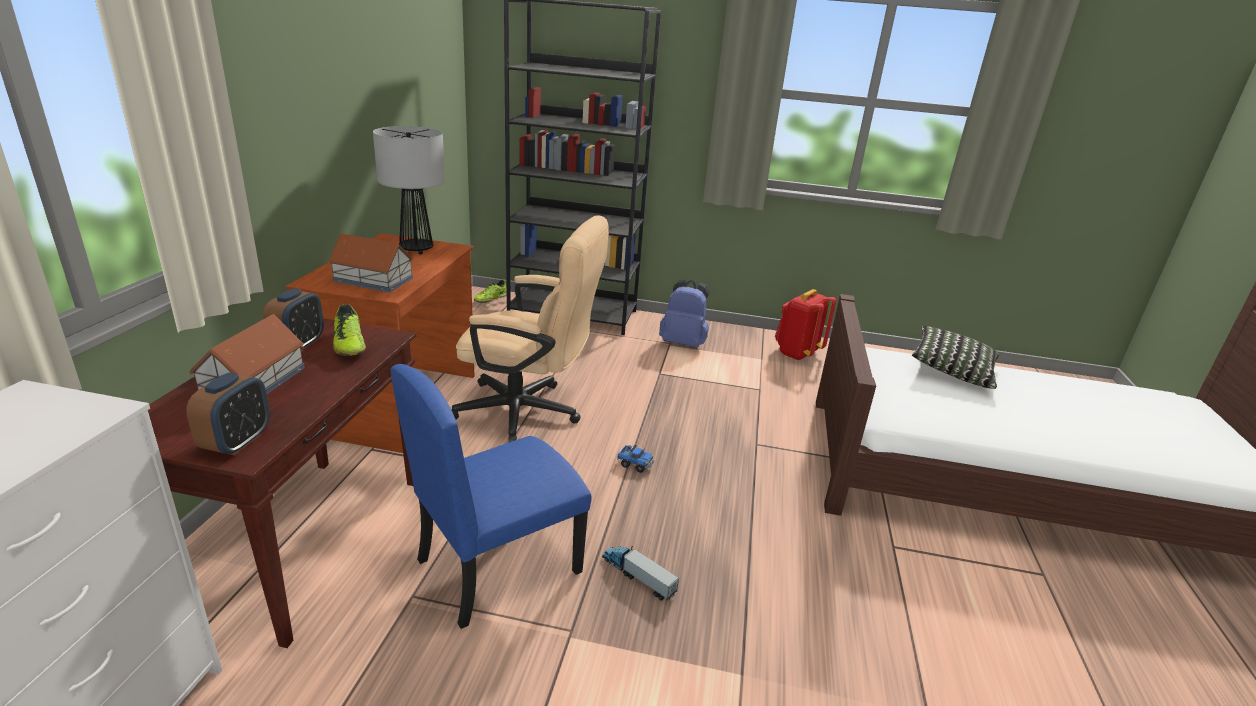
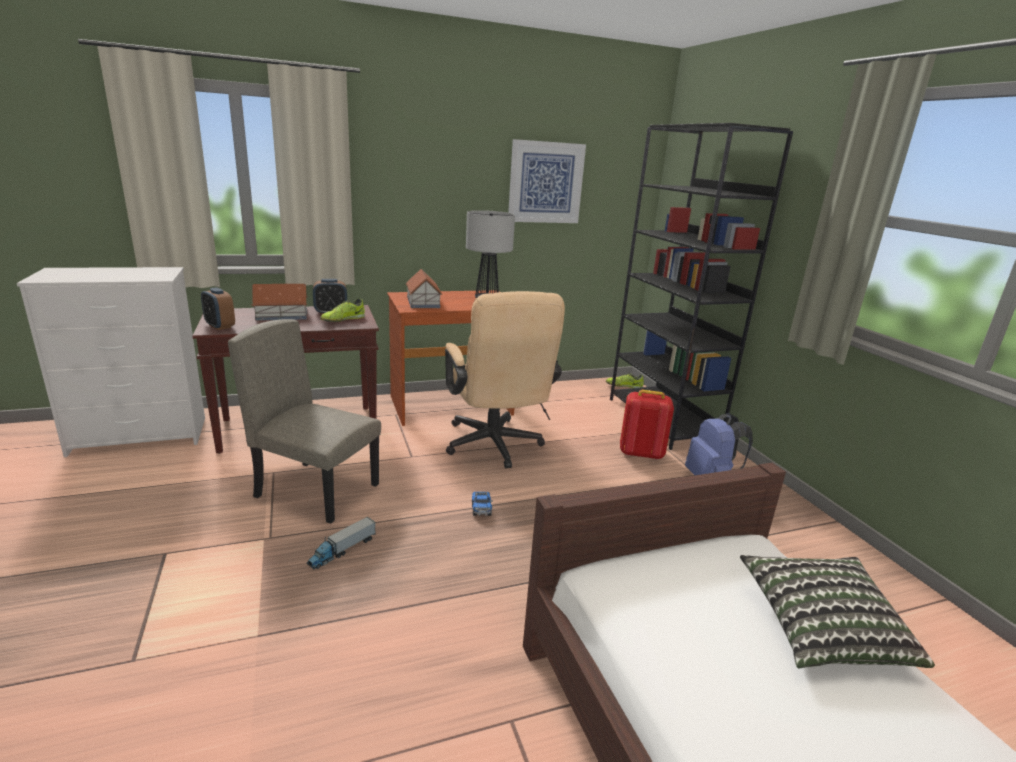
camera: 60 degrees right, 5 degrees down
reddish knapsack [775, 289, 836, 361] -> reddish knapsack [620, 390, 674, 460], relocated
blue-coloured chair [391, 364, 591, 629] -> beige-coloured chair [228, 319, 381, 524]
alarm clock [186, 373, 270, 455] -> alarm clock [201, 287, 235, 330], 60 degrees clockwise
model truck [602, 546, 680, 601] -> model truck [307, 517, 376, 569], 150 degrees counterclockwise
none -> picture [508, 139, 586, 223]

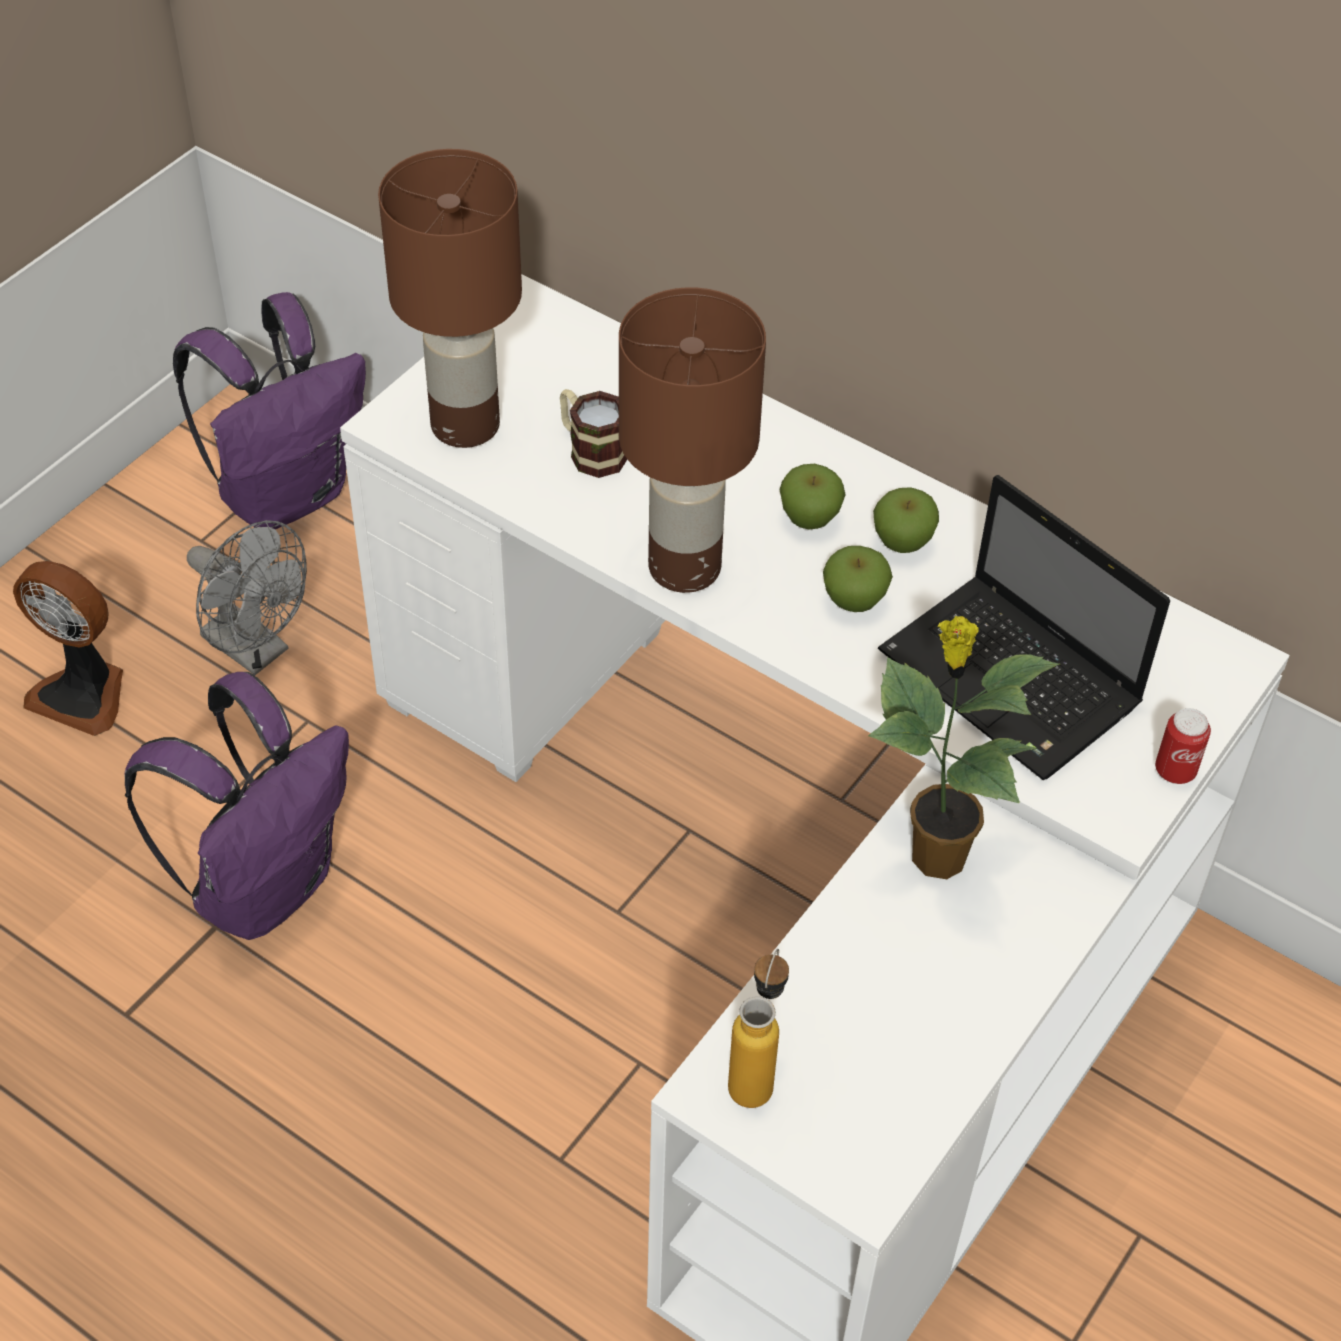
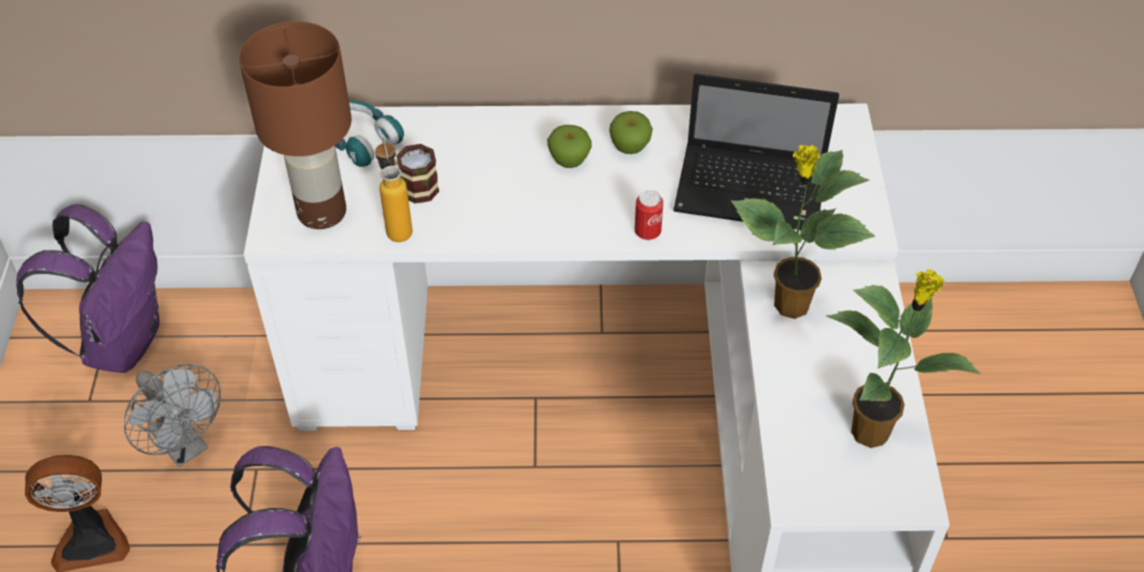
camera: 35 degrees left, 0 degrees up
brown table lamp [619, 287, 766, 593] -> none
greyish cooling fan [187, 520, 307, 675] -> greyish cooling fan [124, 364, 221, 467], 45 degrees clockwise
whole apple [823, 546, 893, 612] -> none
metal can [1155, 708, 1211, 784] -> metal can [634, 190, 663, 240], relocated
drink bottle [728, 949, 789, 1108] -> drink bottle [375, 138, 413, 242], relocated
none -> blue-green headphones [335, 100, 404, 167]
none -> plant in a pot [826, 269, 981, 448]

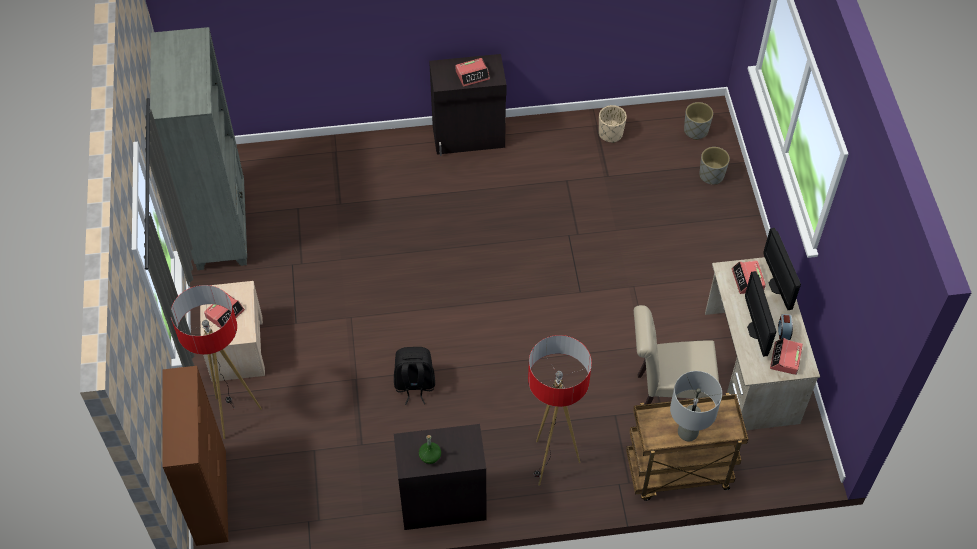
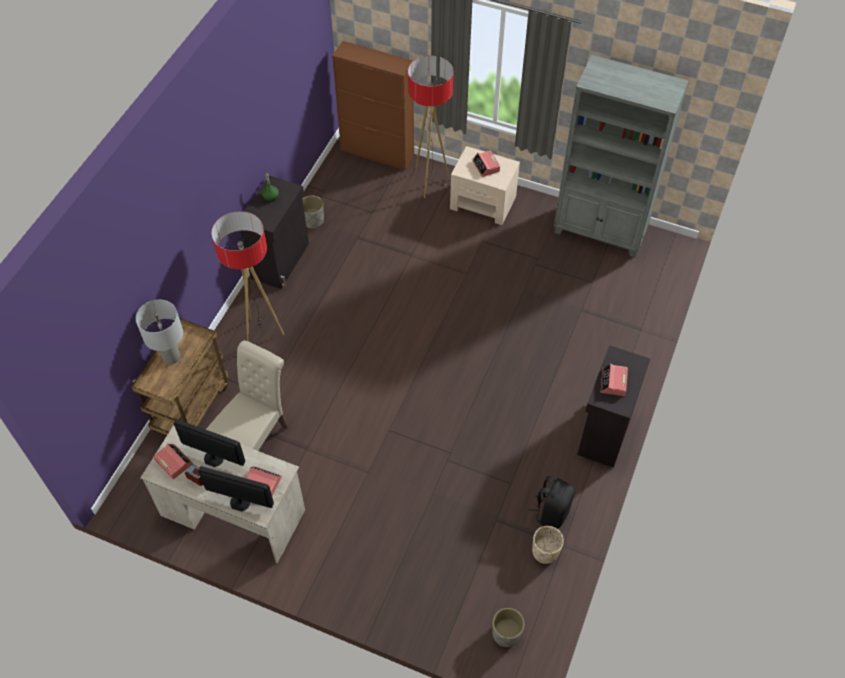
camera: 120 degrees right, 0 degrees up
greyish flower pot [699, 147, 730, 185] -> greyish flower pot [303, 196, 324, 229], relocated
black-coloured knapsack [394, 347, 435, 405] -> black-coloured knapsack [529, 476, 575, 529], relocated

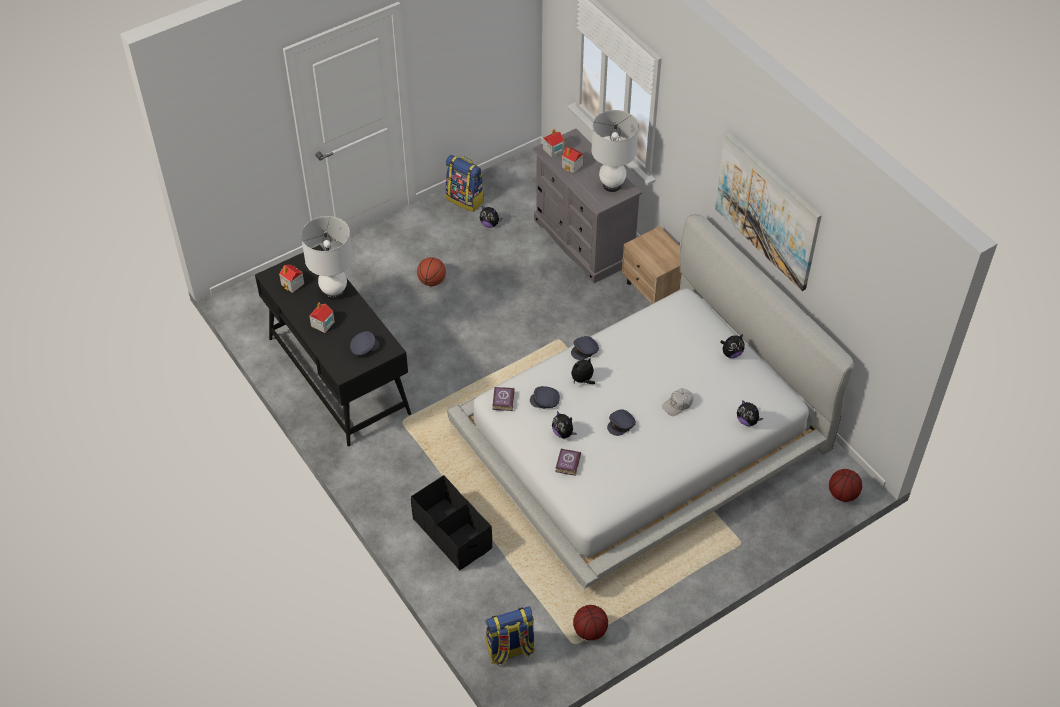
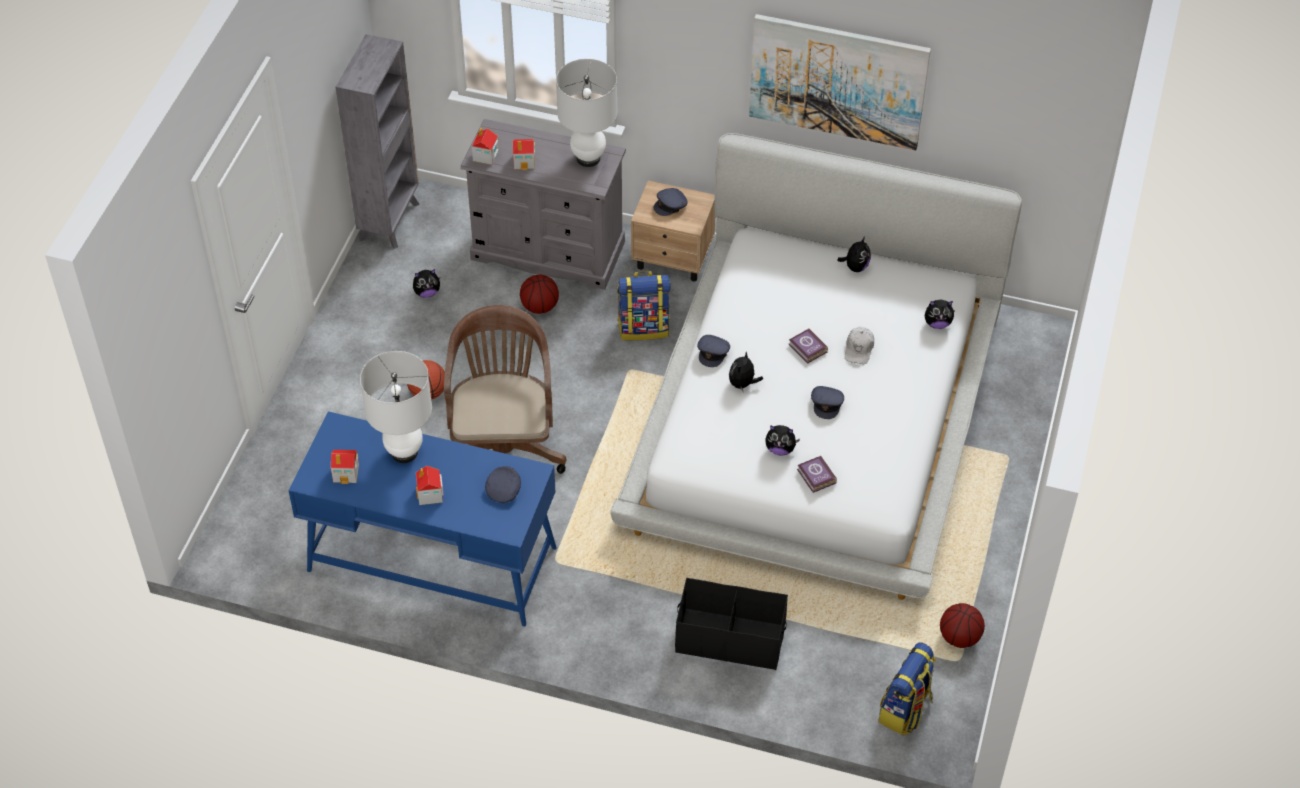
camera: 40 degrees left, 0 degrees up
knapsack [445, 155, 484, 212] -> knapsack [617, 271, 671, 341], relocated
black-coloured desk table [255, 245, 411, 447] -> blue-coloured desk table [288, 411, 557, 627]
greyish baseball cap [530, 386, 560, 409] -> greyish baseball cap [654, 188, 688, 216], relocated
volume [493, 387, 515, 411] -> volume [789, 328, 828, 364], relocated
basketball [829, 469, 862, 502] -> basketball [520, 275, 559, 314], relocated
none -> greyish bookshelf [336, 34, 420, 249]
none -> brown desk chair [444, 305, 566, 474]

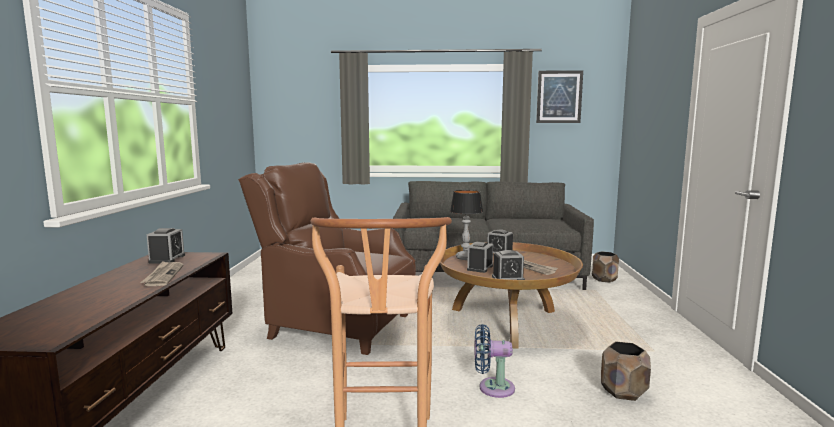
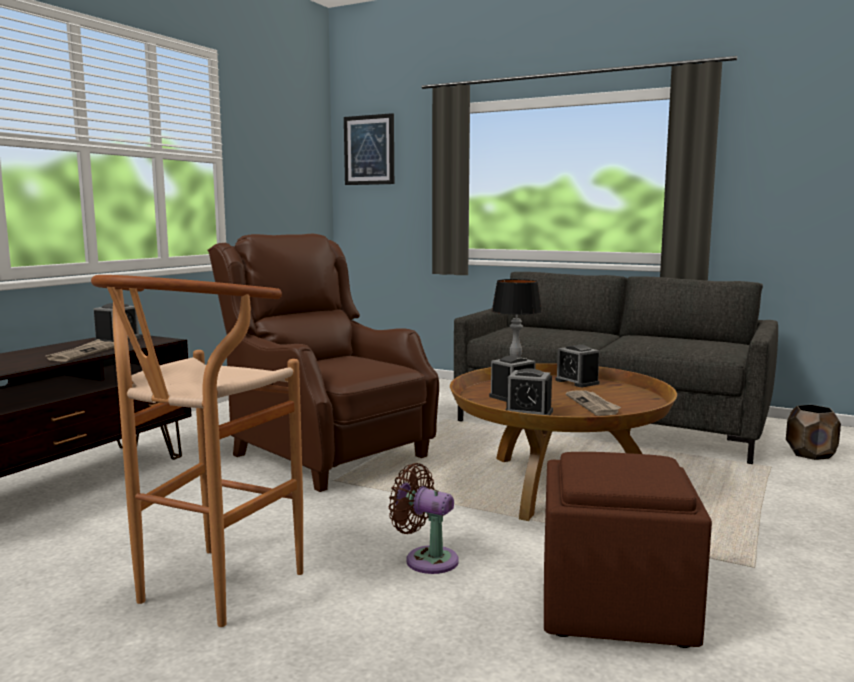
camera: 25 degrees right, 0 degrees up
picture [536, 70, 583, 123] -> picture [344, 113, 394, 185], relocated
blue-coloured cooling fan [474, 324, 515, 398] -> brown cooling fan [389, 463, 459, 574]
brown flower pot [601, 341, 651, 401] -> brown pouffe [544, 452, 712, 648]

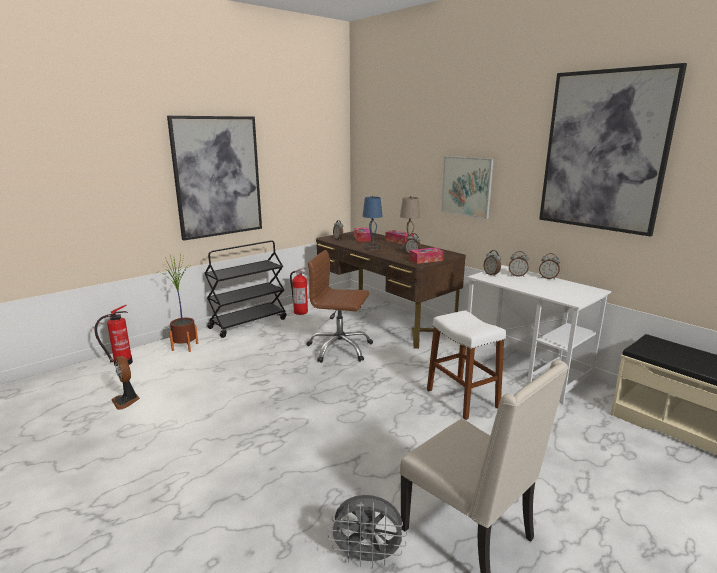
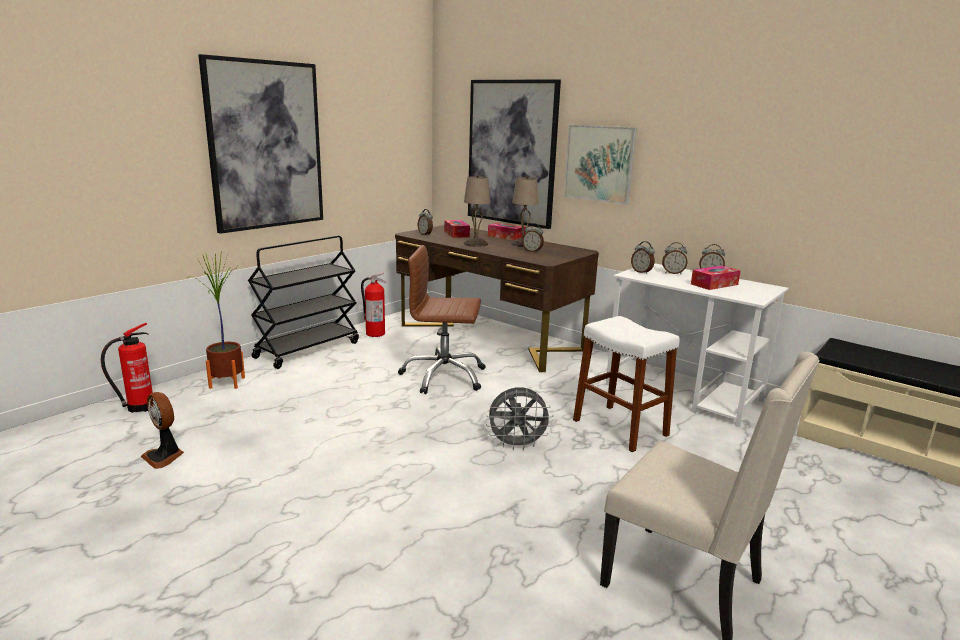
camera: 10 degrees left, 0 degrees up
picture [539, 63, 687, 237] -> picture [468, 79, 561, 229], relocated
blue-coloured table lamp [363, 196, 383, 250] -> beige-coloured table lamp [464, 175, 490, 247]
tissue holder [409, 247, 444, 264] -> tissue holder [691, 265, 741, 290], relocated
greyish cooling fan [327, 495, 407, 568] -> greyish cooling fan [486, 387, 553, 450], relocated

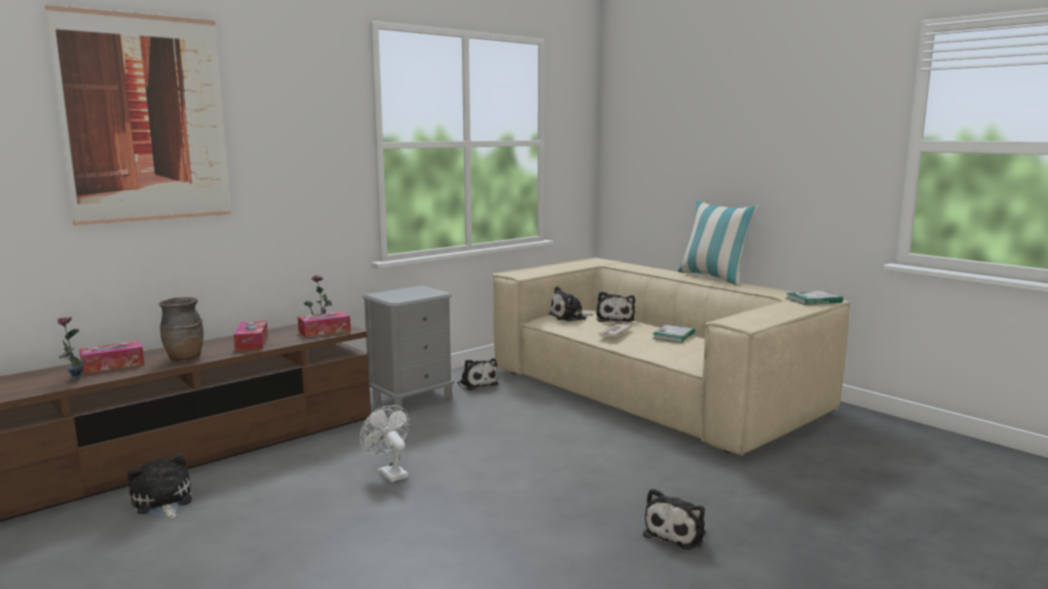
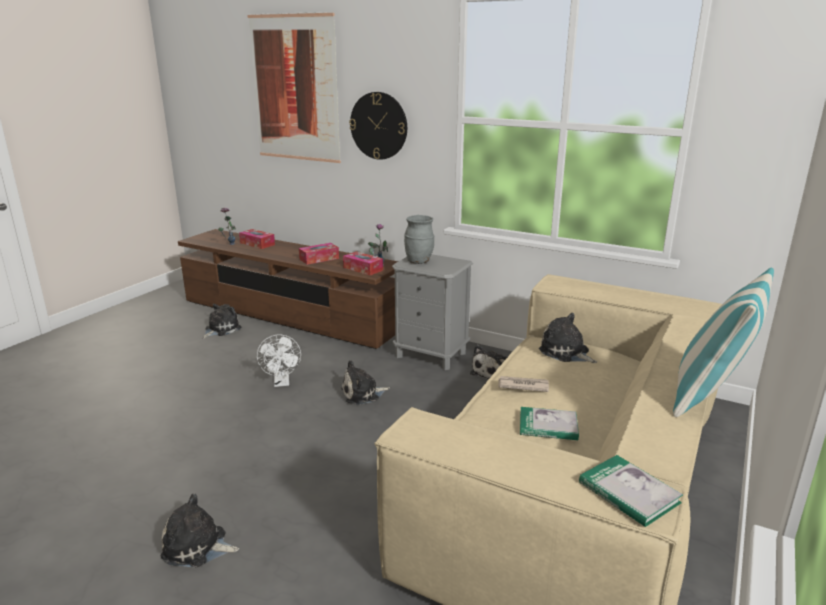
camera: 70 degrees right, 10 degrees up
soft toy [596, 291, 635, 322] -> soft toy [341, 360, 390, 405], relocated
brown decorative vase [159, 297, 203, 360] -> none
whitish cooling fan [360, 405, 410, 482] -> whitish cooling fan [257, 334, 301, 387], 135 degrees clockwise
none -> wall clock [349, 92, 407, 160]
none -> greyish decorative vase [404, 215, 434, 264]

